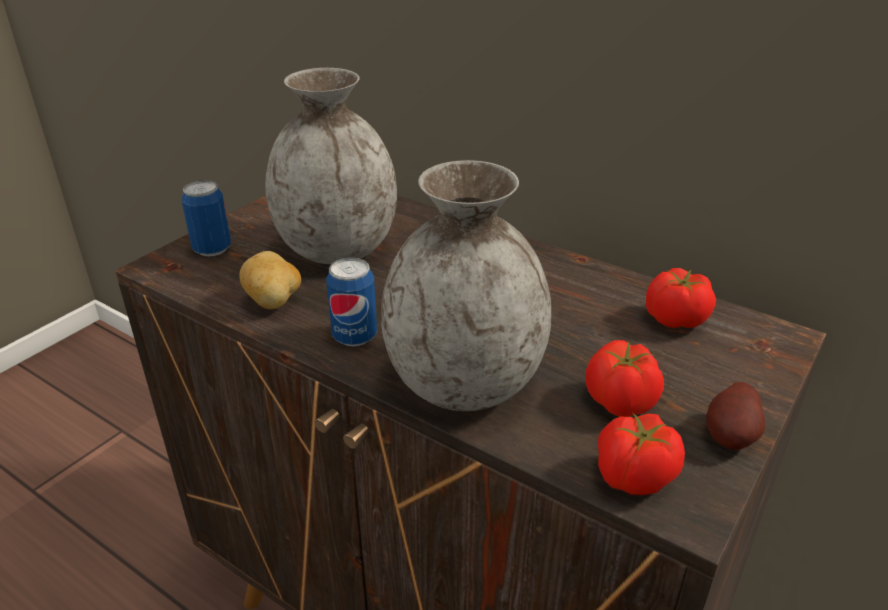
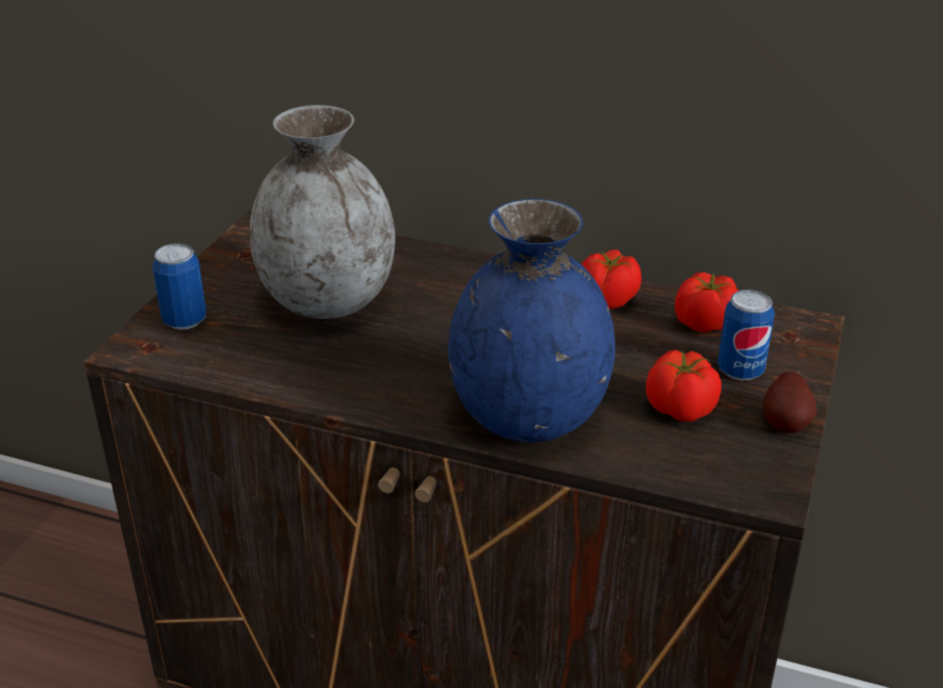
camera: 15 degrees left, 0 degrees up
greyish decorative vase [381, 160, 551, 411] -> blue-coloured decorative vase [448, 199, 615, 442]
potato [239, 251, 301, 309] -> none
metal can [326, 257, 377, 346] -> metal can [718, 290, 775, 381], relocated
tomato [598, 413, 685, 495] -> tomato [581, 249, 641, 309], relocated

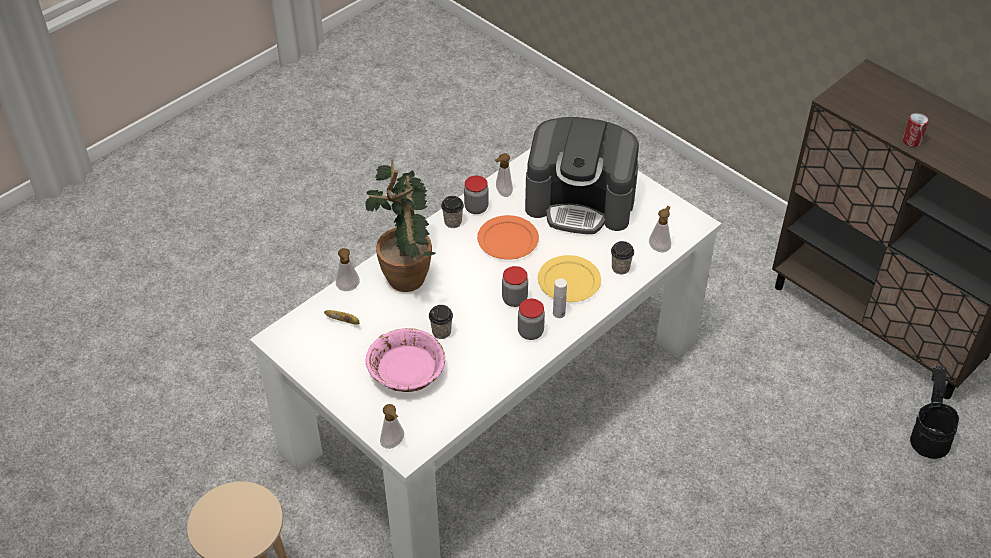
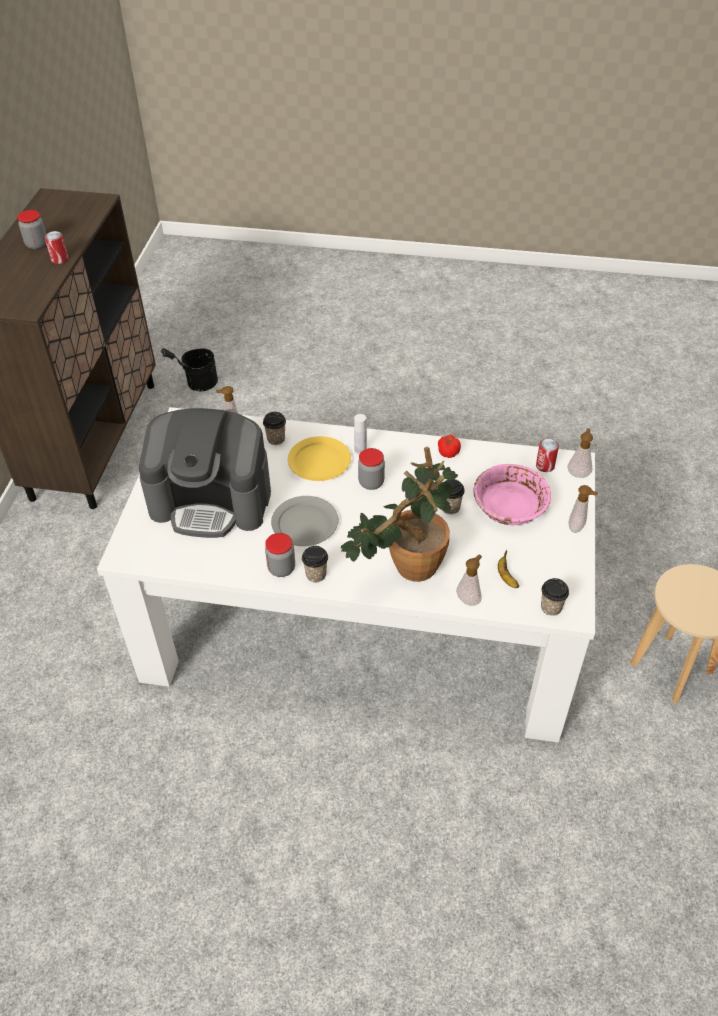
camera: 125 degrees left, 0 degrees up
coffee brewer [525, 117, 639, 234] -> coffee brewer [139, 408, 271, 538], 120 degrees clockwise
soap bottle [495, 153, 513, 197] -> soap bottle [568, 485, 598, 533], relocated
orange dinner plate [477, 215, 539, 260] -> greyish dinner plate [271, 496, 339, 546]
storage jar [518, 299, 545, 340] -> storage jar [17, 210, 46, 250], relocated
none -> tomato [438, 435, 461, 458]
none -> metal can [536, 439, 559, 472]
none -> cup [541, 578, 569, 616]

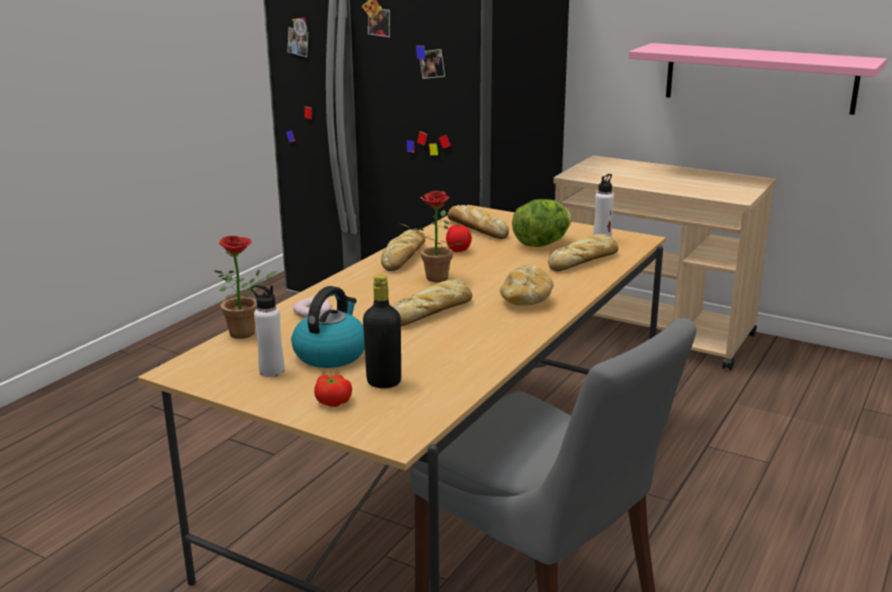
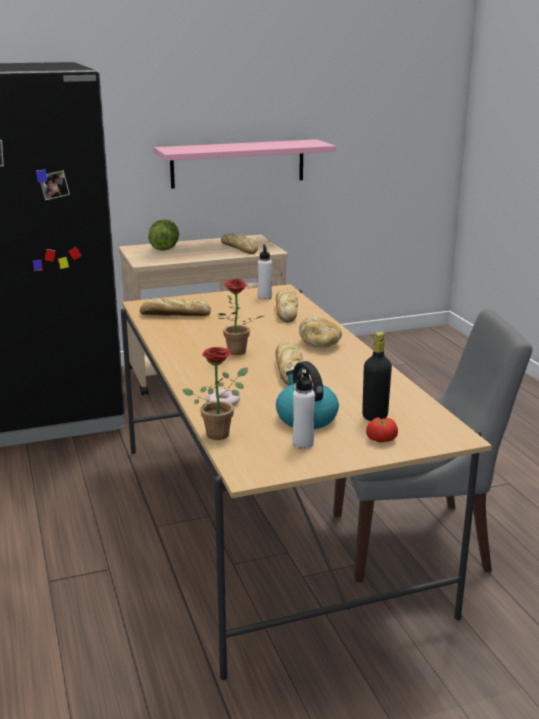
camera: 50 degrees left, 0 degrees up
head of lettuce [512, 199, 572, 247] -> head of lettuce [148, 219, 179, 251], relocated
tomato [446, 224, 472, 252] -> none
bread [381, 229, 425, 271] -> bread [221, 233, 258, 254], relocated

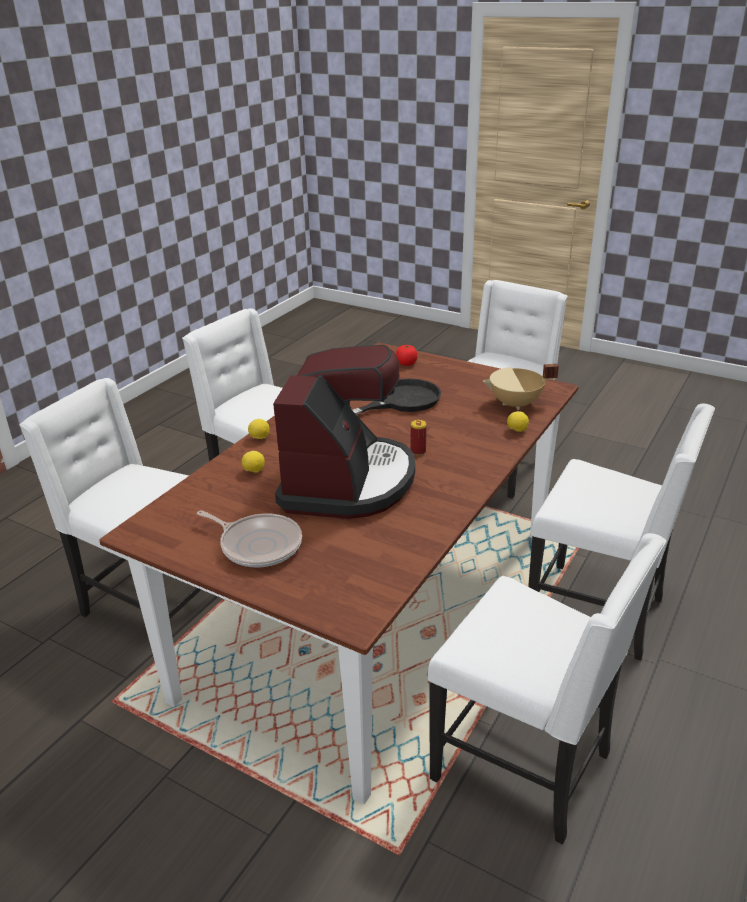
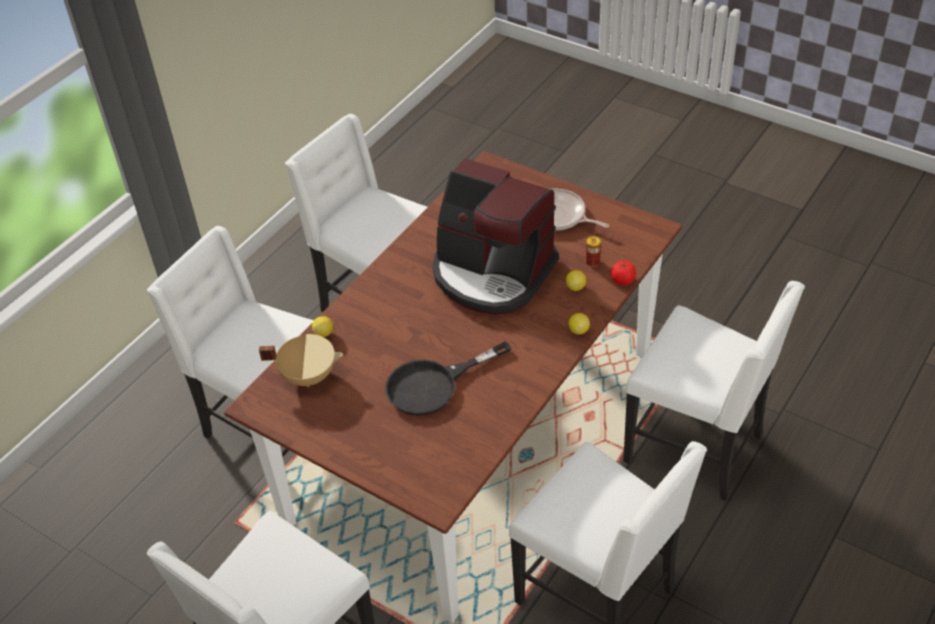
camera: 175 degrees left, 15 degrees up
coffee brewer [273, 345, 415, 519] -> coffee brewer [432, 158, 559, 315], 75 degrees counterclockwise
tomato [396, 345, 418, 366] -> tomato [611, 261, 636, 285], relocated
metal can [411, 420, 426, 455] -> metal can [586, 236, 601, 267], relocated

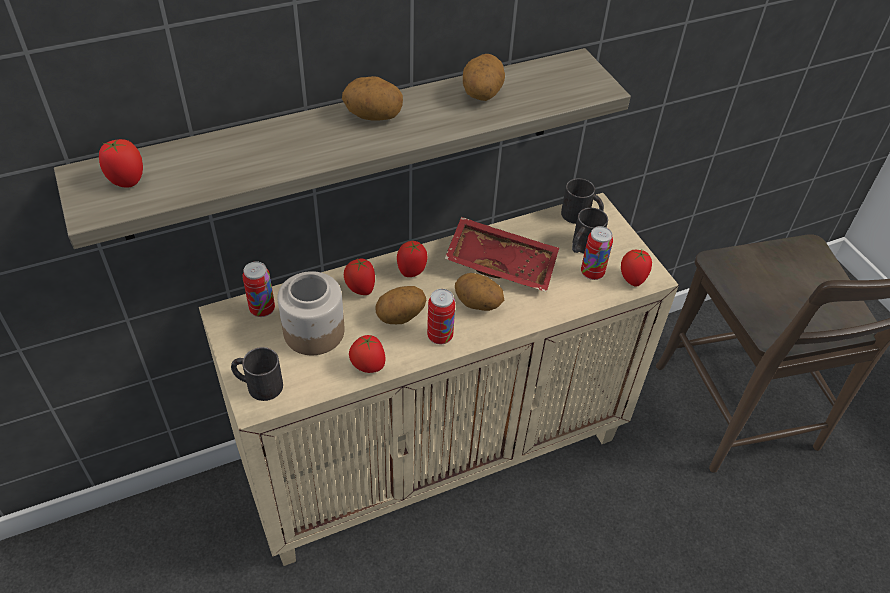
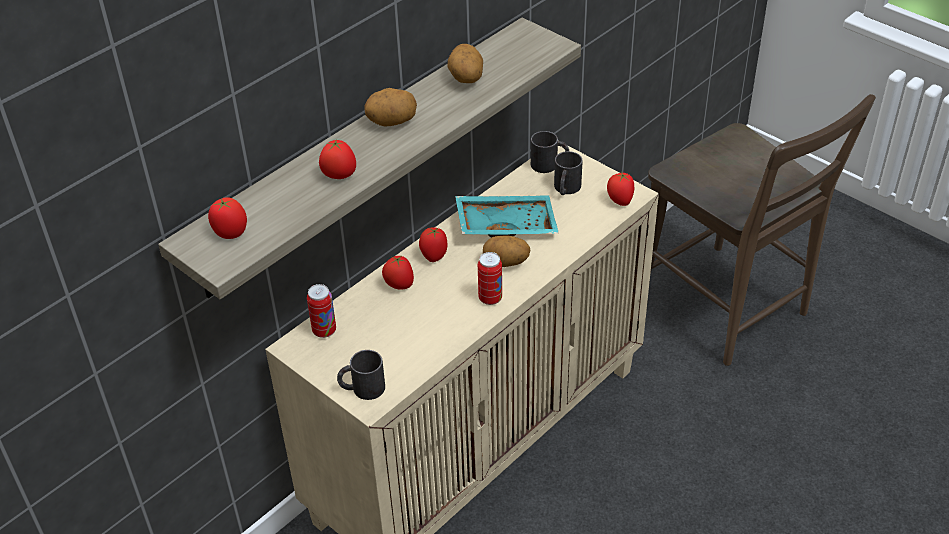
camera: 20 degrees left, 5 degrees down
reddish serving tray [444, 217, 559, 292] -> blue-green serving tray [455, 195, 559, 238]
metal can [581, 226, 613, 280] -> none
storage jar [278, 271, 345, 355] -> none
potato [376, 286, 426, 324] -> none
tomato [349, 335, 386, 373] -> tomato [319, 140, 356, 179], relocated

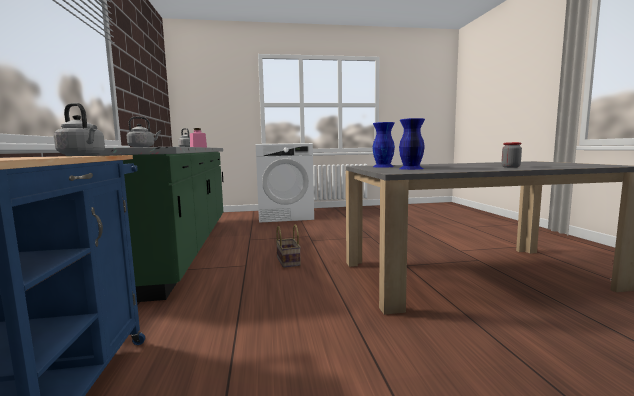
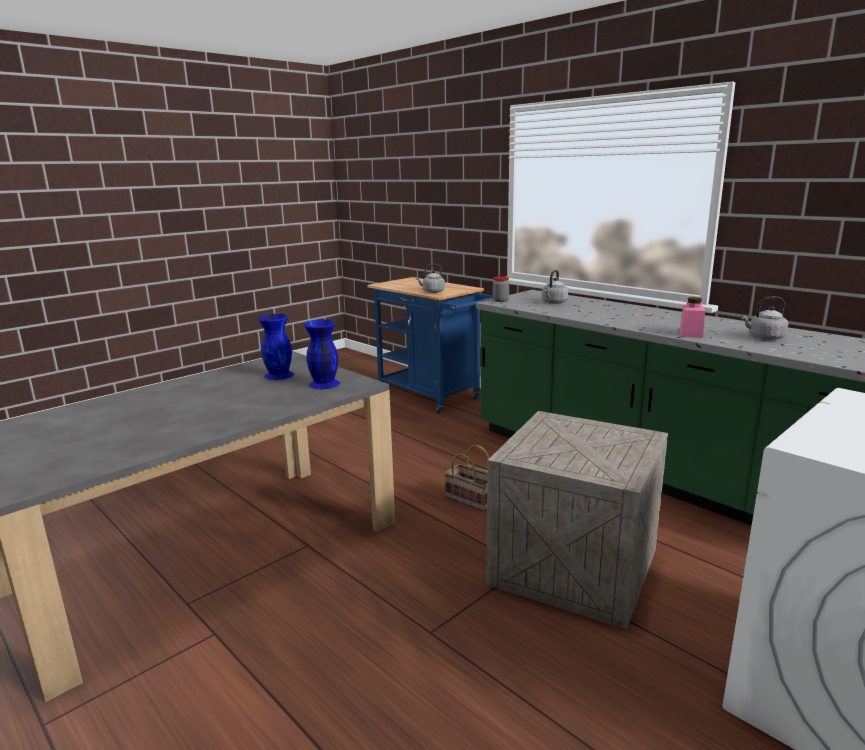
camera: 145 degrees right, 10 degrees up
storage jar [501, 142, 522, 168] -> storage jar [493, 276, 509, 302], relocated
none -> crate [486, 411, 668, 630]

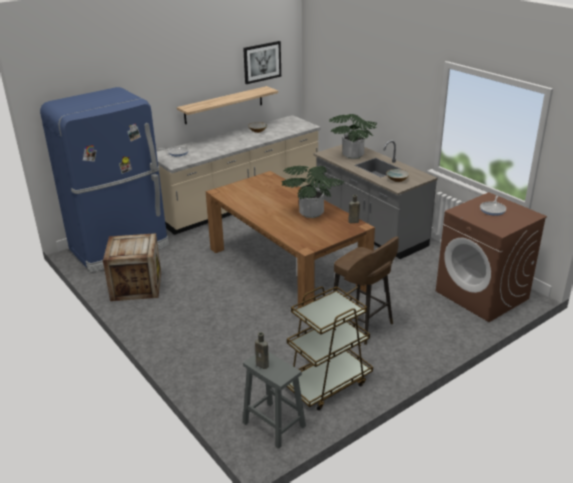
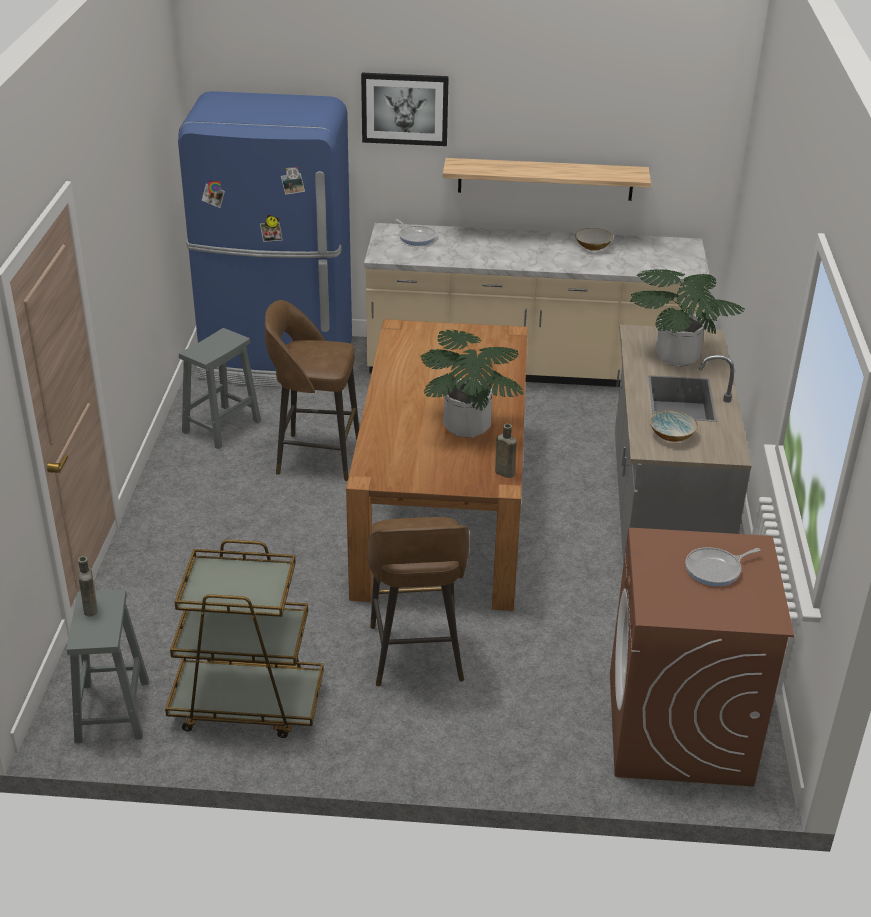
camera: 40 degrees right, 5 degrees up
picture [243, 41, 281, 84] -> picture [361, 73, 449, 146], relocated
crate [103, 233, 161, 301] -> greyish stool seat [179, 328, 261, 449]
none -> brown stool seat [265, 300, 359, 481]

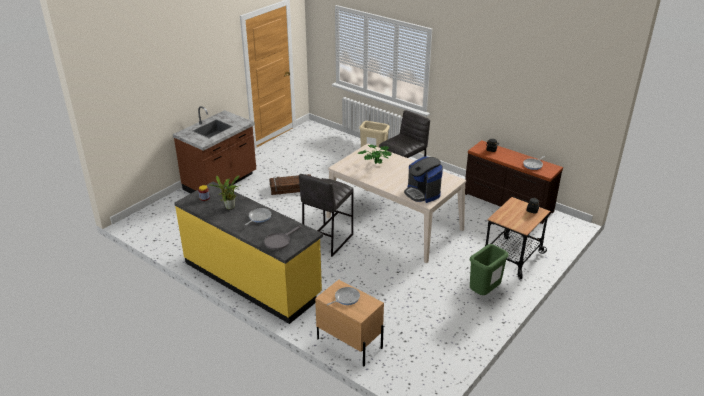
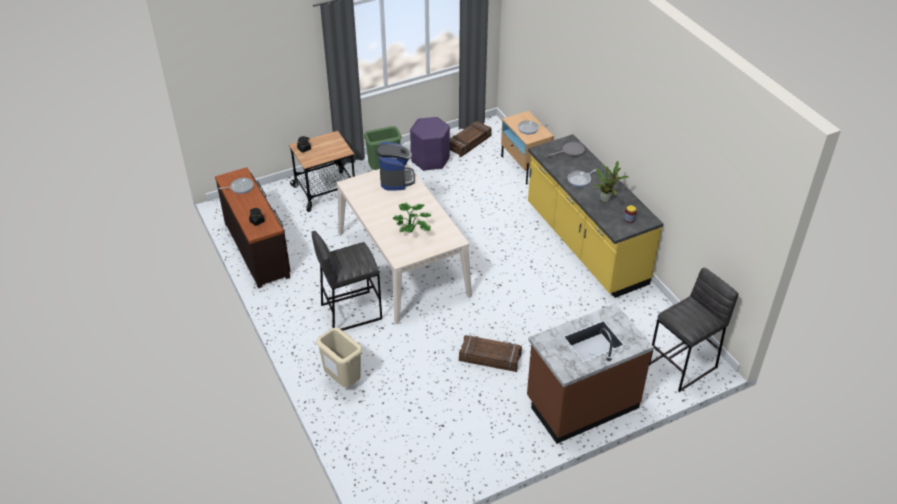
camera: 155 degrees left, 10 degrees up
greyish stool seat [299, 174, 354, 257] -> greyish stool seat [649, 267, 739, 392], relocated
none -> purple stool seat [410, 117, 450, 171]
none -> crate [450, 121, 492, 157]

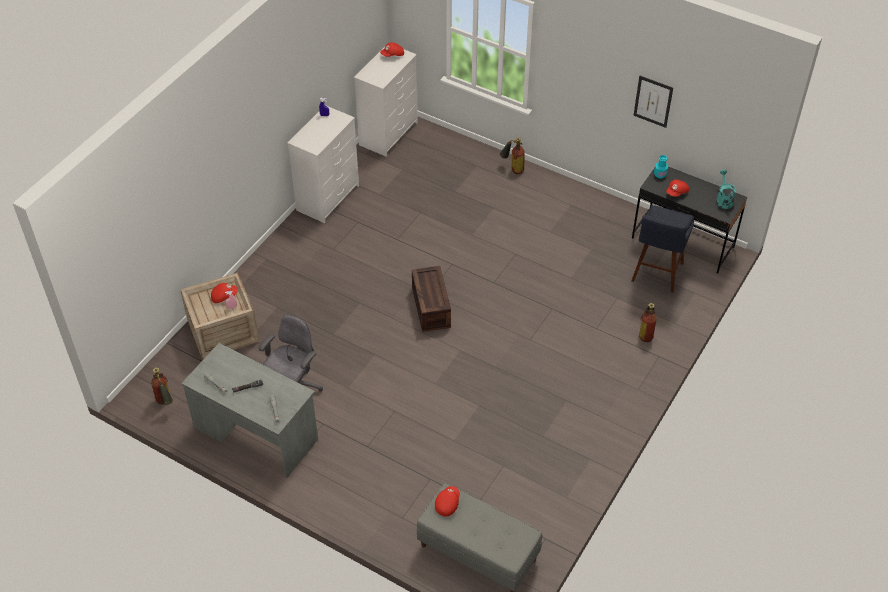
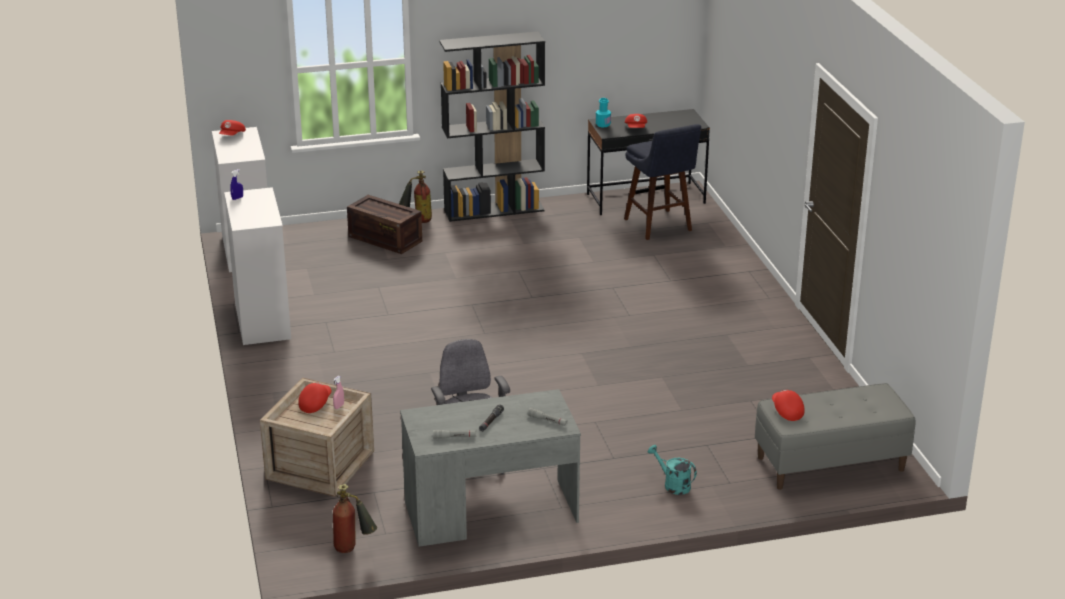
camera: 45 degrees left, 20 degrees down
picture [633, 76, 673, 128] -> none
blue-green watering pot [716, 170, 736, 209] -> blue-green watering pot [648, 445, 697, 495], relocated
crate [412, 266, 451, 332] -> crate [347, 195, 422, 254], relocated
extinguisher [639, 303, 657, 342] -> none
none -> black-coloured bookshelf [439, 32, 545, 222]

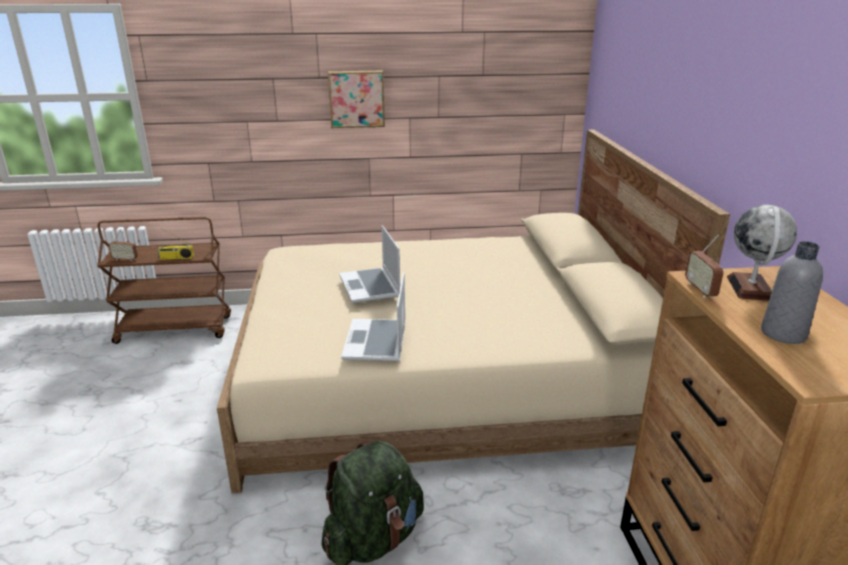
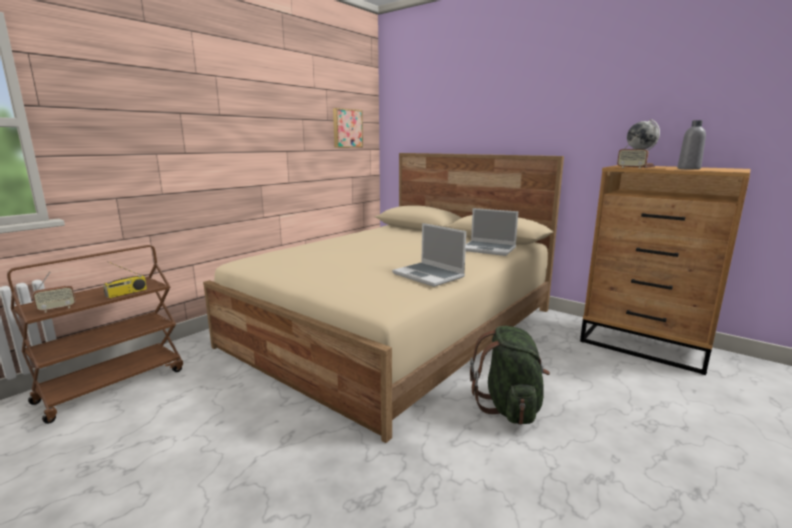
camera: 45 degrees left, 10 degrees down
picture [328, 71, 385, 128] -> picture [333, 108, 363, 148], relocated
portable computer [339, 225, 400, 303] -> portable computer [466, 208, 518, 256], relocated

